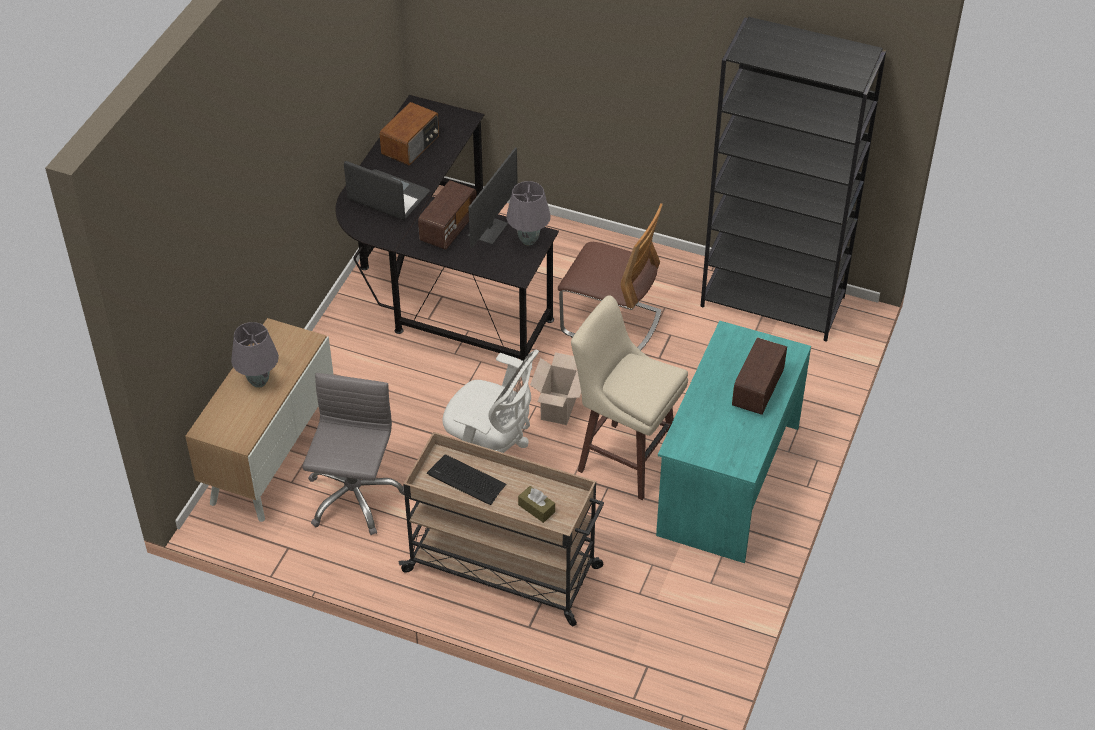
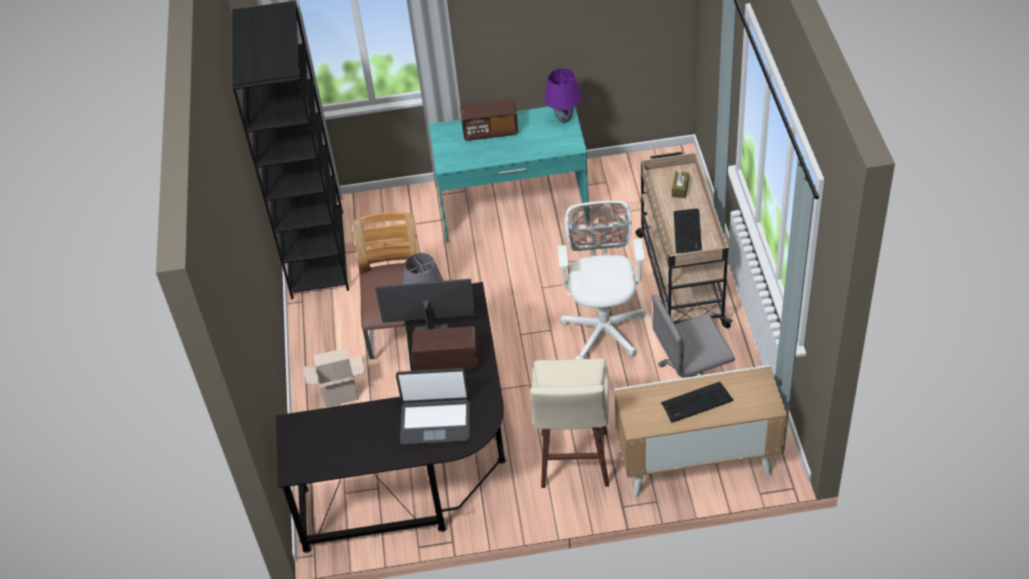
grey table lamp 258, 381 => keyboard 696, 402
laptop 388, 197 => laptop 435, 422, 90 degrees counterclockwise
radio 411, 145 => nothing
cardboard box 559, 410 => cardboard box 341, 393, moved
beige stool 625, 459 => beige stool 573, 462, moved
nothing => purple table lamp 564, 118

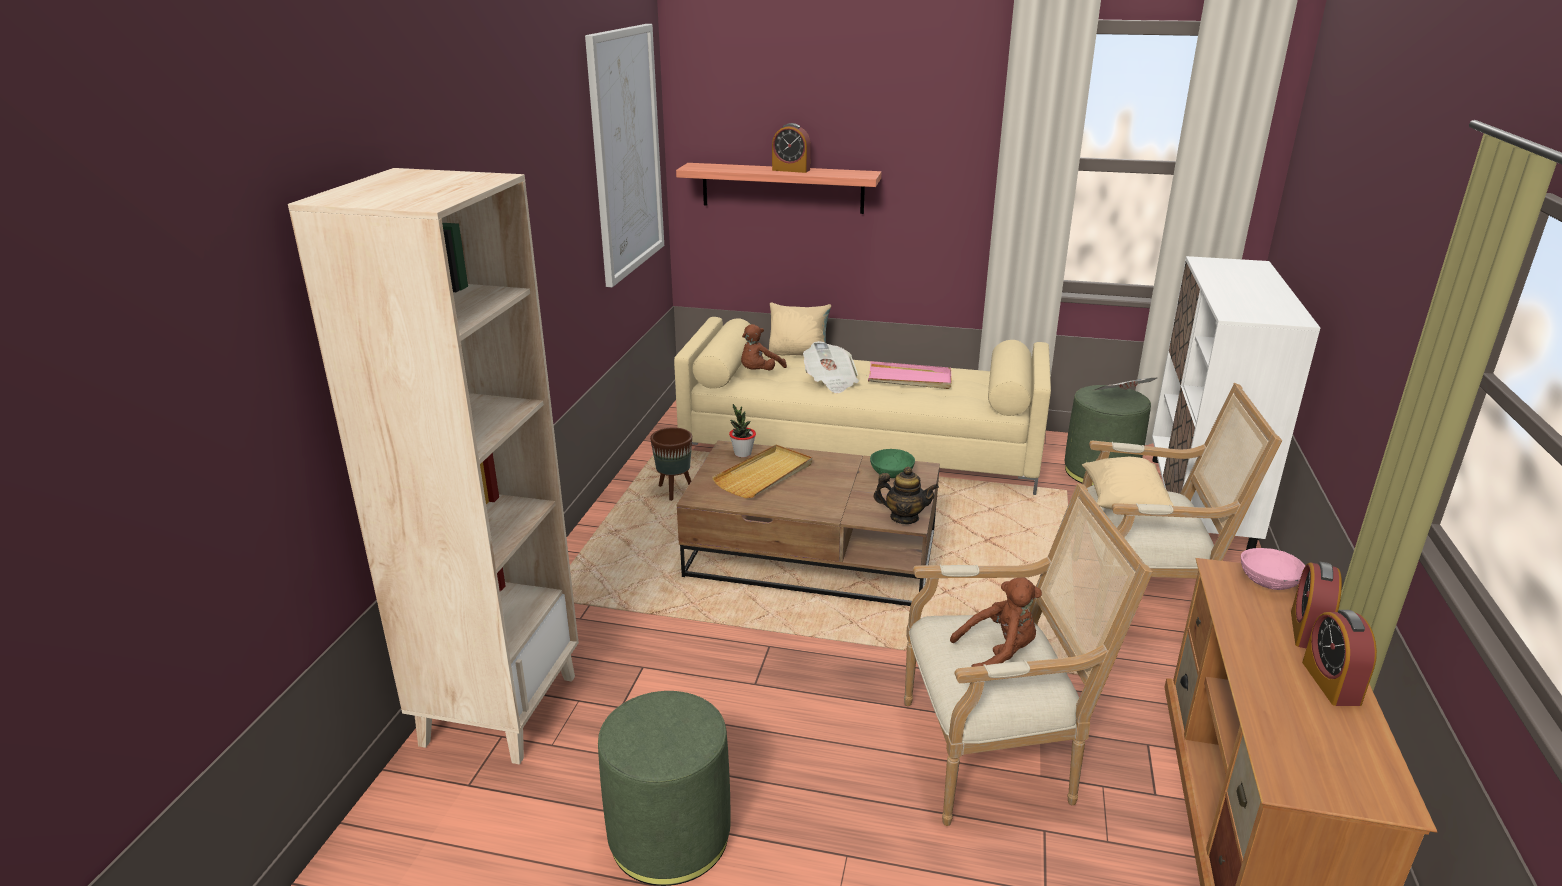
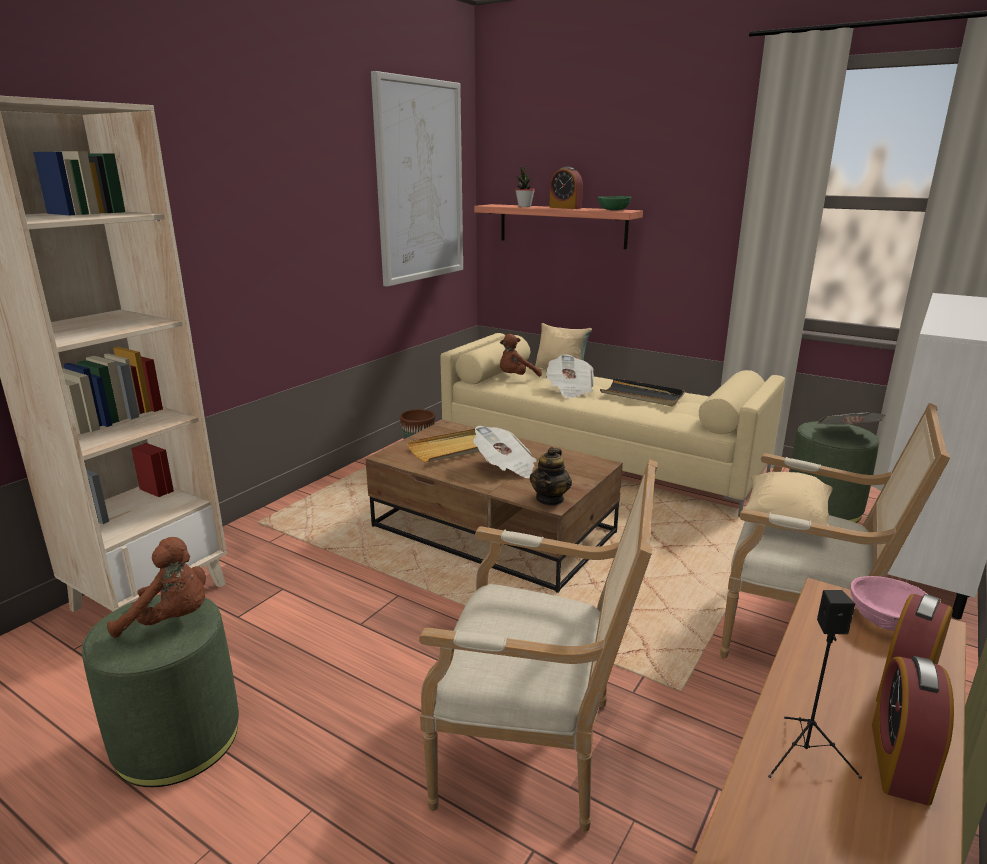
potted plant 742, 453 => potted plant 524, 206, moved
pink tray 909, 379 => black tray 642, 395
green bowl 891, 473 => green bowl 614, 210, moved
teapot 904, 518 => teapot 550, 499, 75 degrees clockwise
brown plush toy 998, 653 => brown plush toy 171, 620, moved
nothing => newspaper 505, 467
nothing => black speaker 805, 756

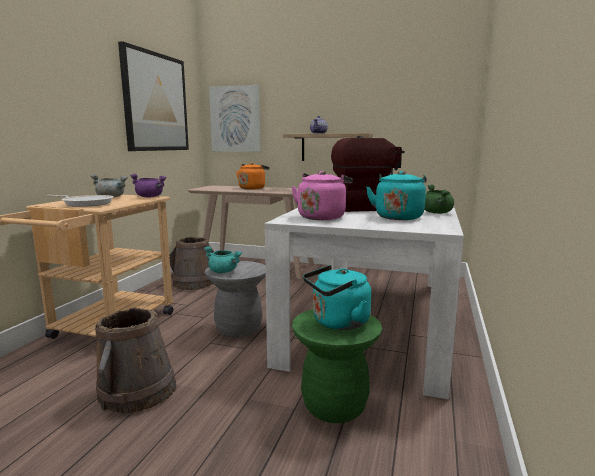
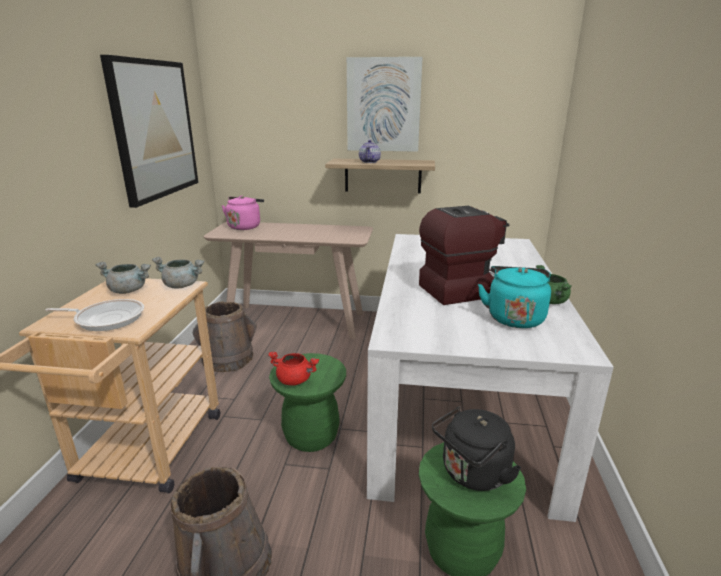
purple cooking pot 150, 197 => grey cooking pot 182, 285
turquoise cooking pot 224, 271 => red cooking pot 295, 380
grey stool 238, 329 => green stool 311, 436
picture 235, 119 => picture 383, 105, moved
orange kettle 252, 188 => nothing
pink kettle 322, 217 => pink kettle 245, 226, moved
turquoise kettle 337, 323 => black kettle 472, 474

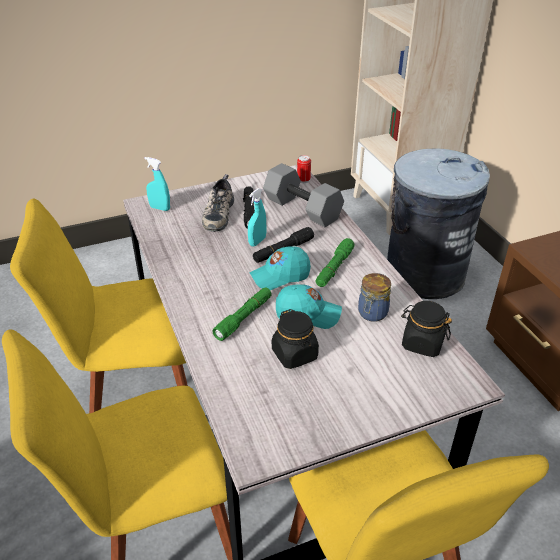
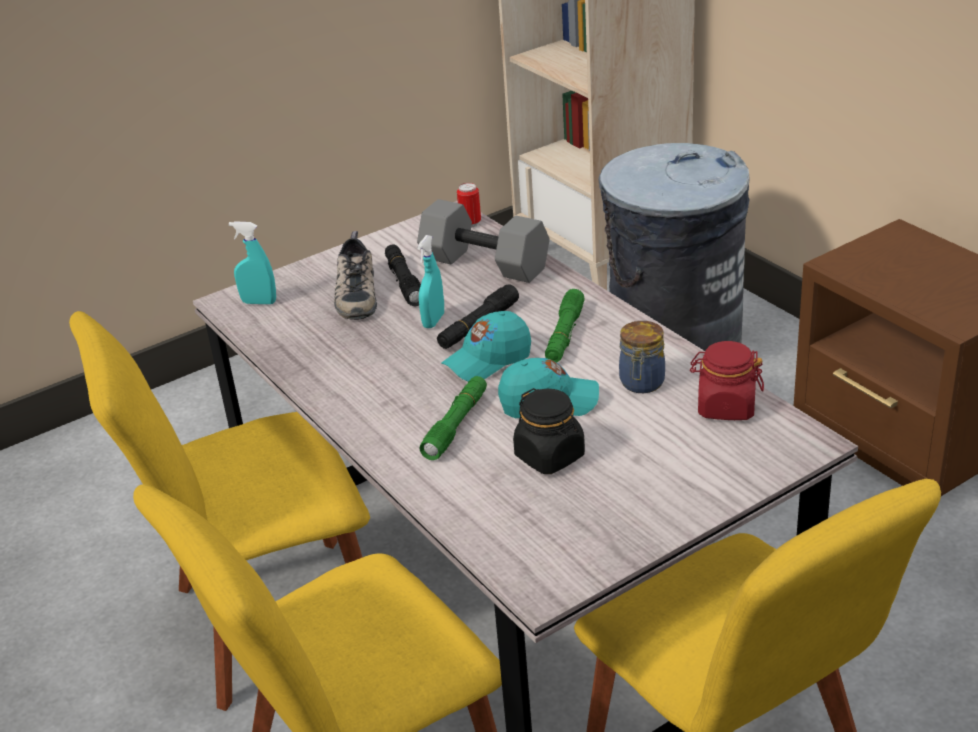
black jar 422, 343 => red jar 725, 407

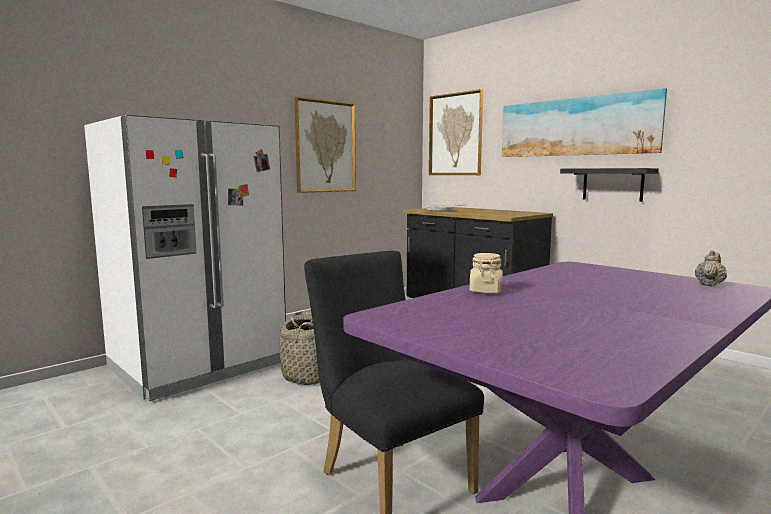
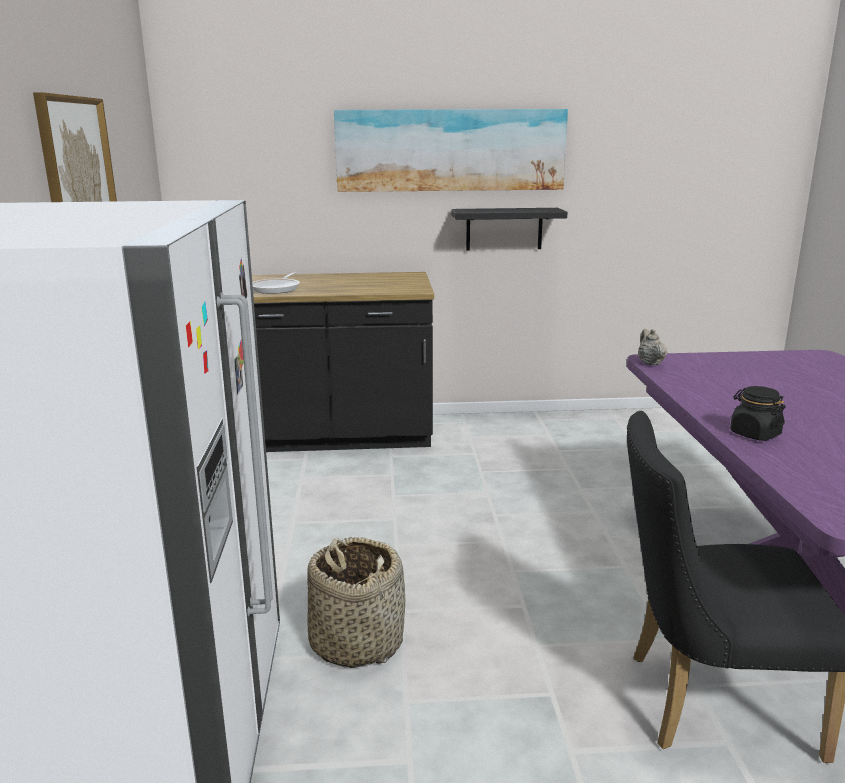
picture 455, 134 => nothing
beige jar 485, 291 => black jar 754, 434
beige teapot 709, 284 => beige teapot 650, 363, moved

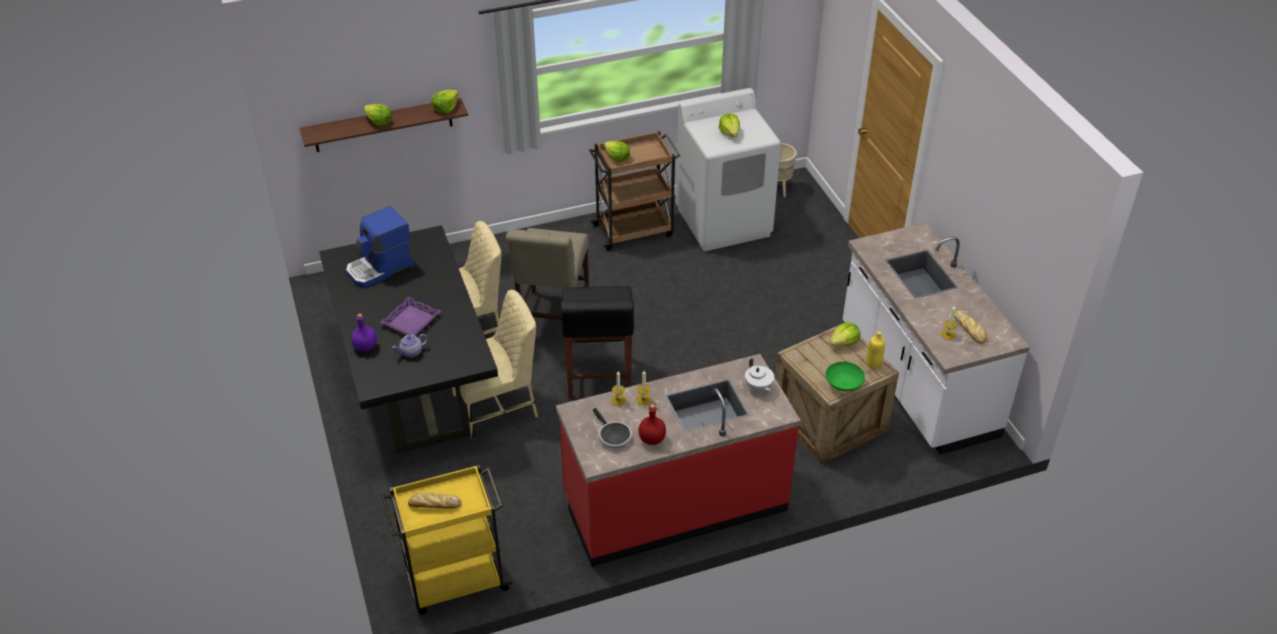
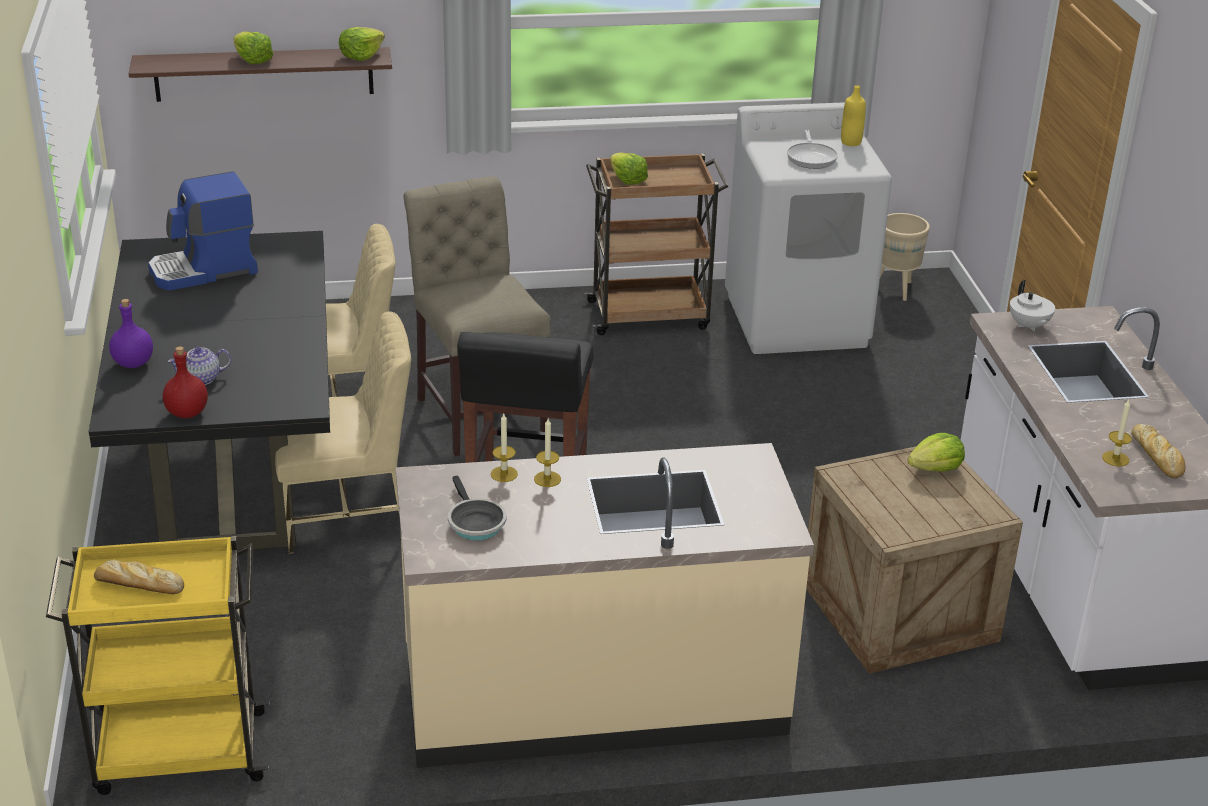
purple tray 411, 320 => nothing
beige chair 552, 320 => beige chair 479, 412, 135 degrees clockwise
red counter 674, 503 => beige counter 593, 694
red bottle 652, 439 => red bottle 188, 412, moved
lettuce 730, 133 => frying pan 811, 157
white teapot 758, 387 => white teapot 1028, 326, moved
green bowl 844, 385 => nothing
yellow bottle 873, 364 => yellow bottle 851, 142, moved

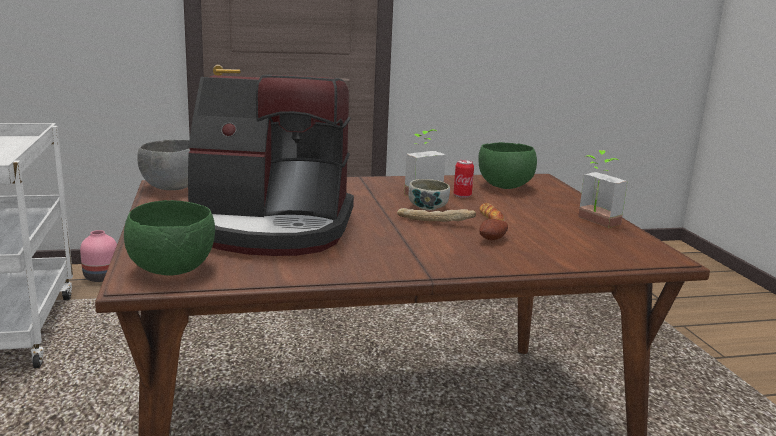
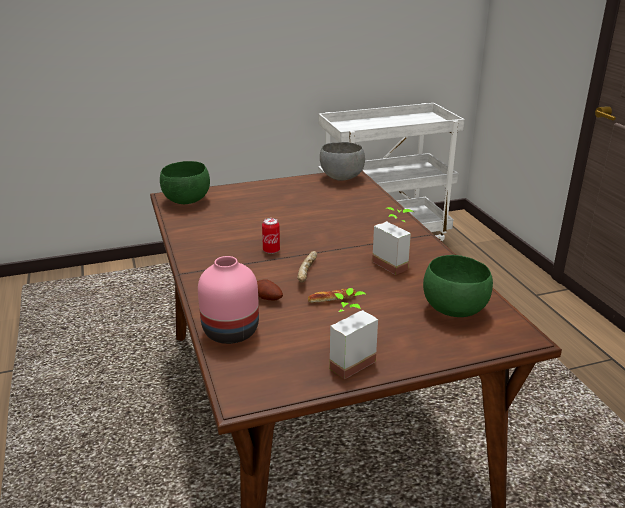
pink vase 102, 277 => pink vase 230, 332, moved
coffee machine 270, 228 => nothing
bowl 428, 207 => nothing
can 462, 195 => can 271, 250, moved

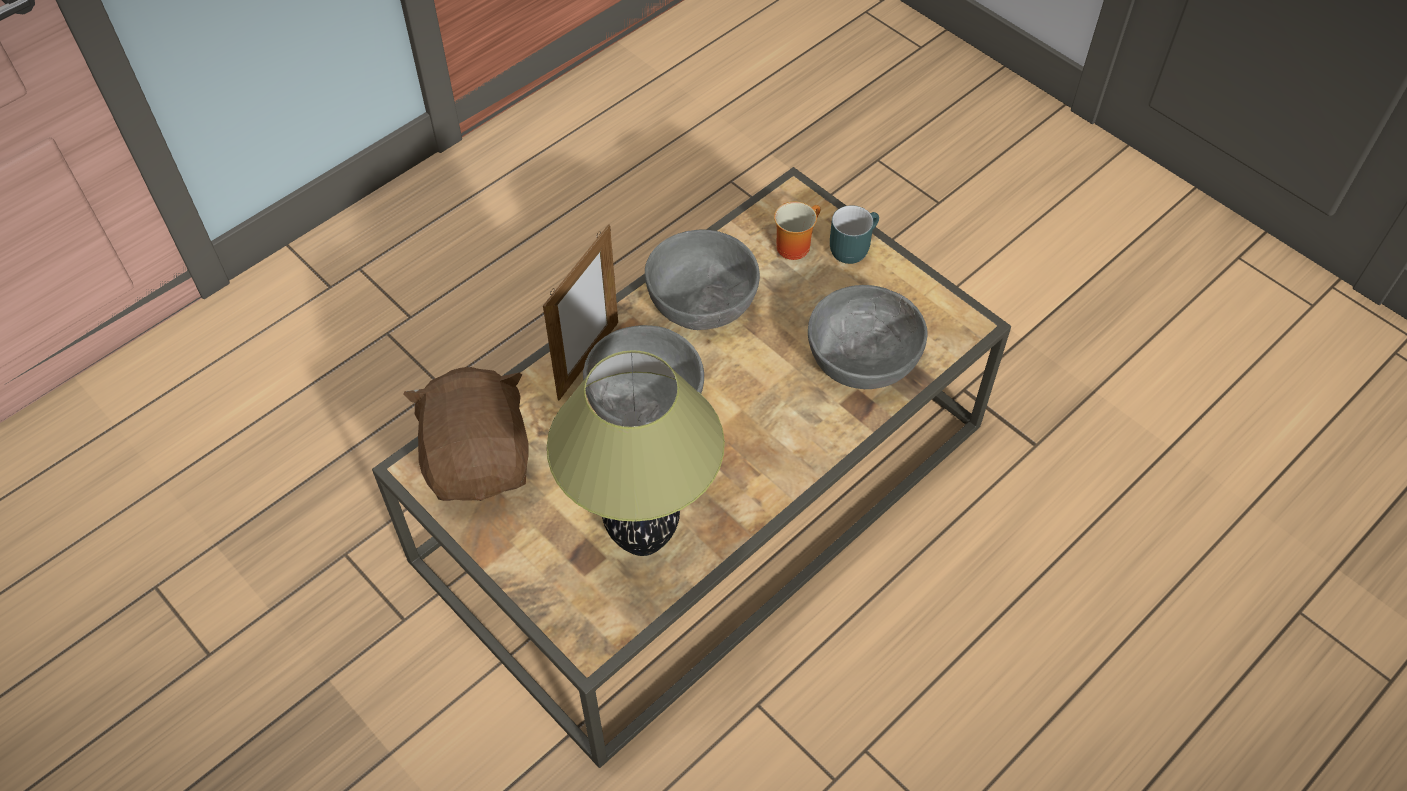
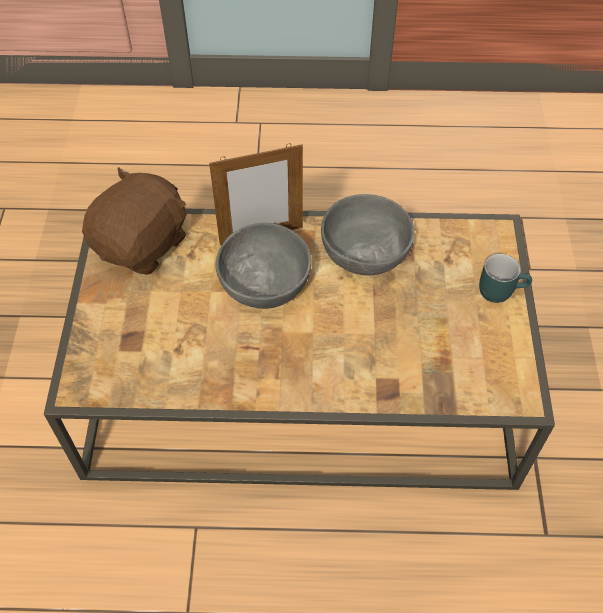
table lamp 642, 537 => nothing
mug 794, 243 => nothing
grey bowl 862, 358 => nothing

